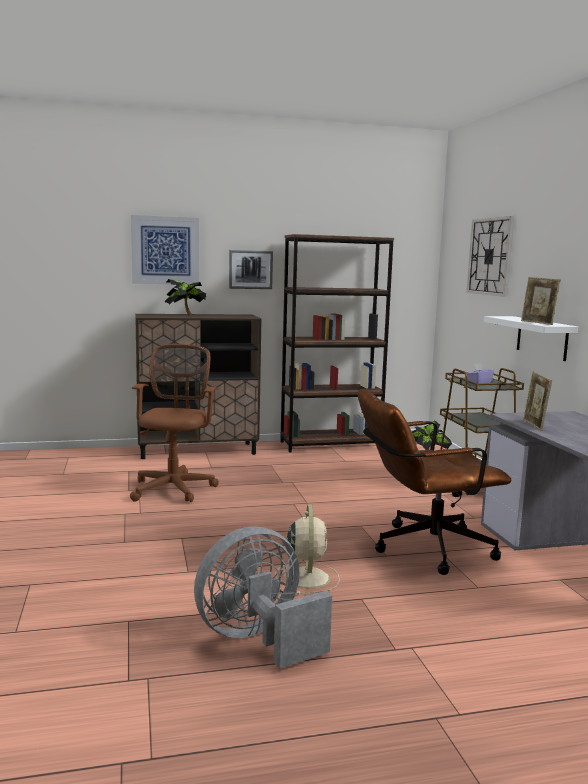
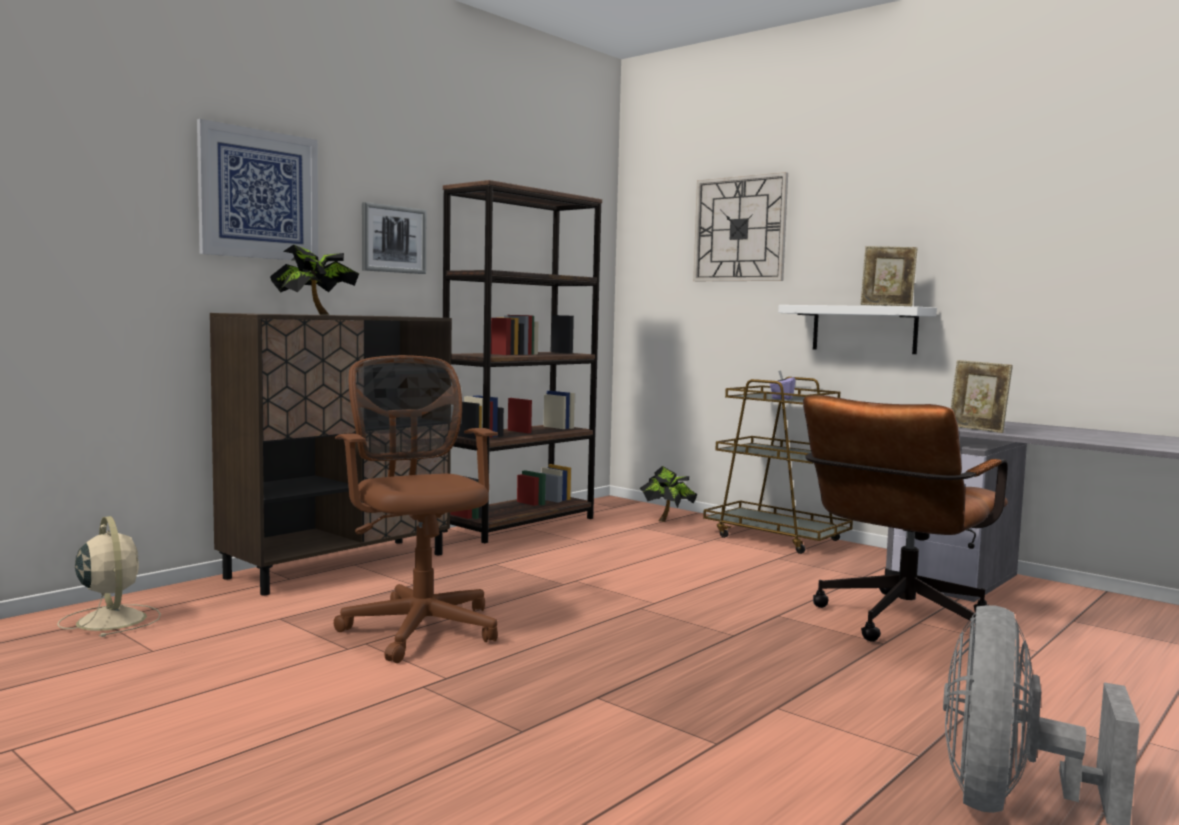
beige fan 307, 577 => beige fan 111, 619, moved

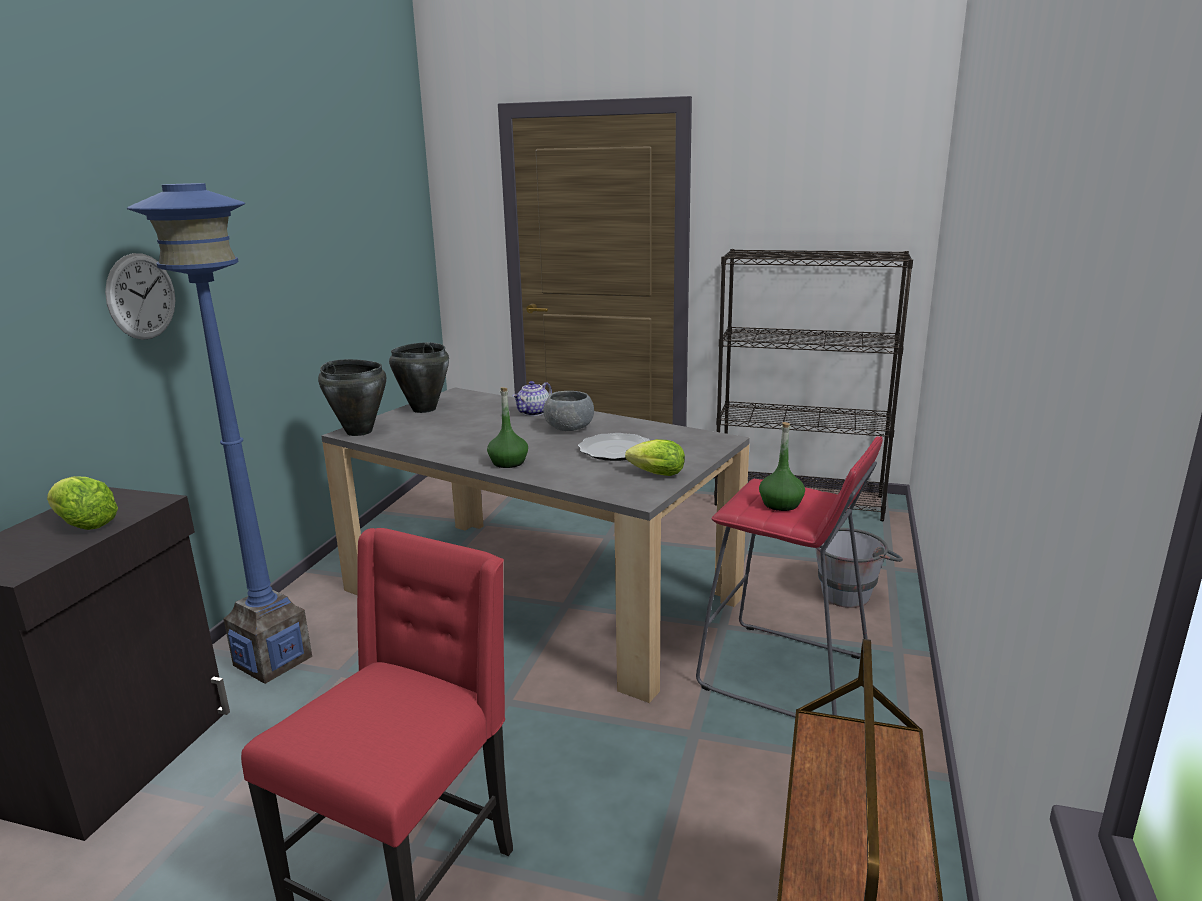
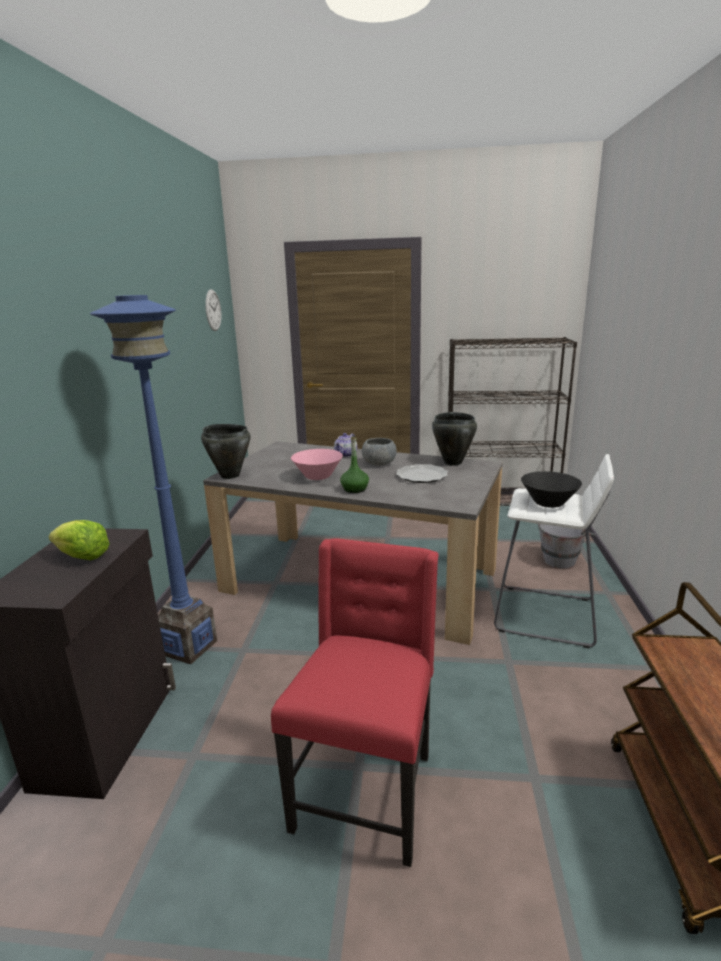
wall clock 141, 296 => wall clock 213, 310, moved
black cooking pot 423, 409 => black cooking pot 452, 462, moved
lettuce 654, 474 => nothing
red stool 784, 674 => white stool 546, 615
green bottle 781, 504 => black bowl 549, 503
nothing => pink bowl 318, 476

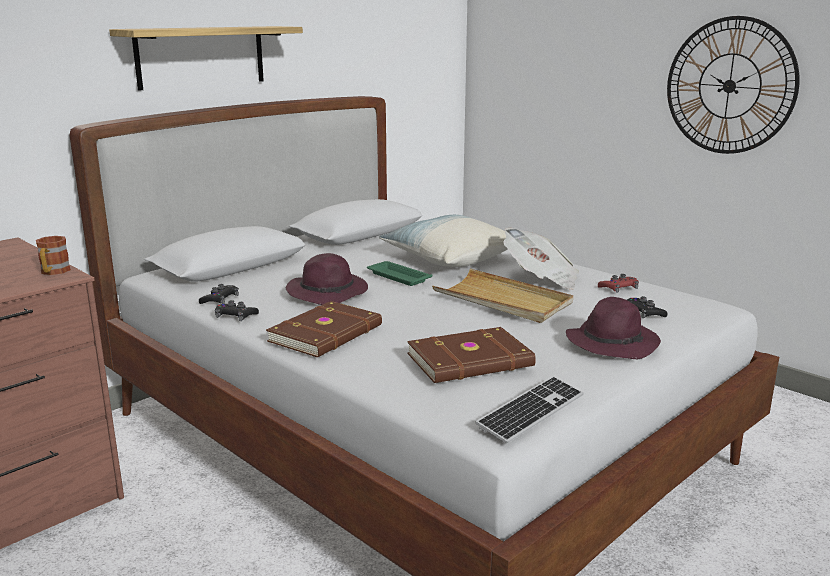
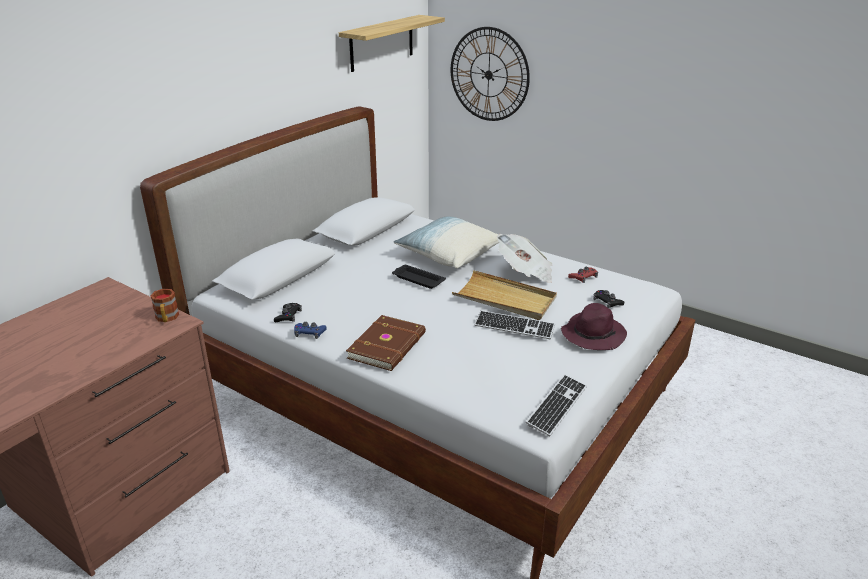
shelf 201, 56 => shelf 382, 43, moved
black game controller 236, 316 => blue game controller 309, 333
purple hat 329, 293 => nothing
green tray 397, 277 => black tray 417, 279
brown book 471, 361 => nothing
wall clock 729, 86 => wall clock 489, 75, moved
nothing => keyboard 514, 327

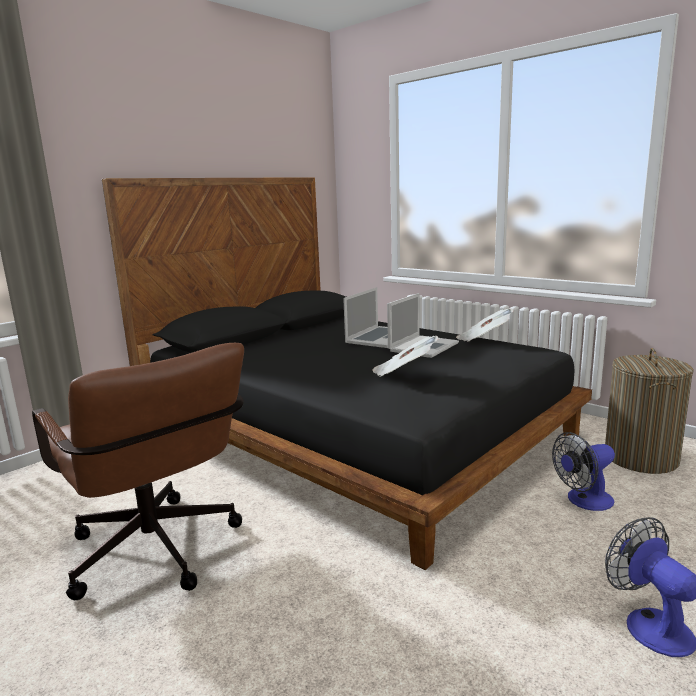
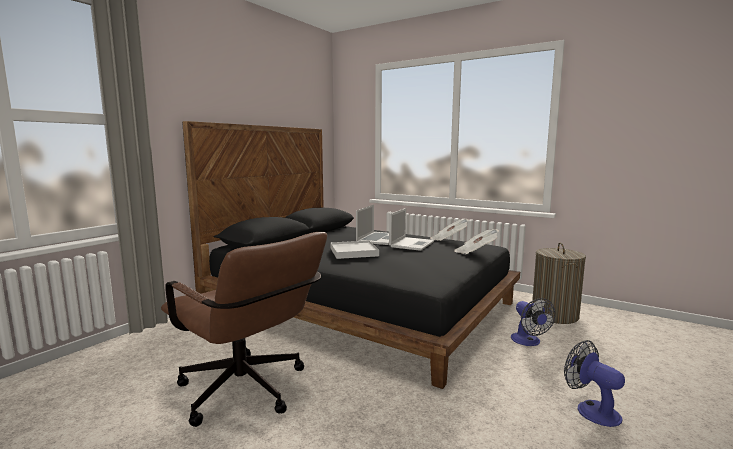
newspaper 403, 373 => newspaper 475, 252, moved
fan 583, 501 => fan 528, 342, 75 degrees counterclockwise
nothing => white tray 353, 252

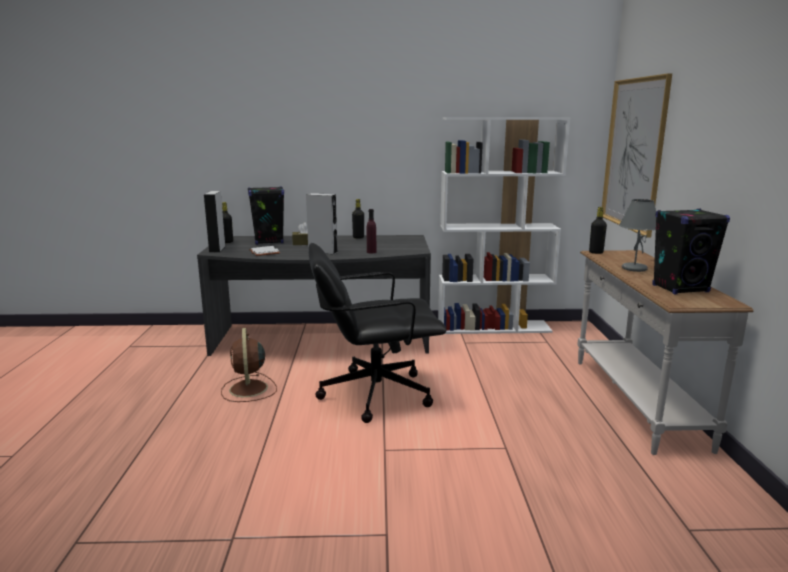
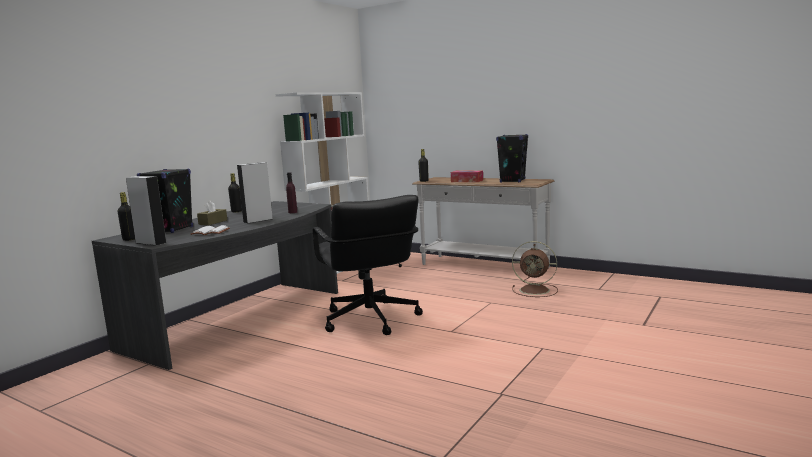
brown fan 248, 389 => brown fan 536, 290, moved
black office chair 374, 393 => black office chair 370, 320, 45 degrees counterclockwise
picture 633, 154 => nothing
grey table lamp 633, 268 => tissue box 467, 181

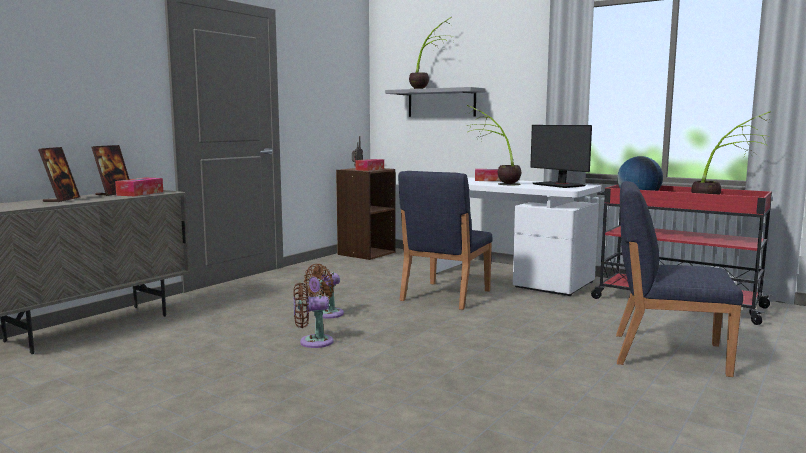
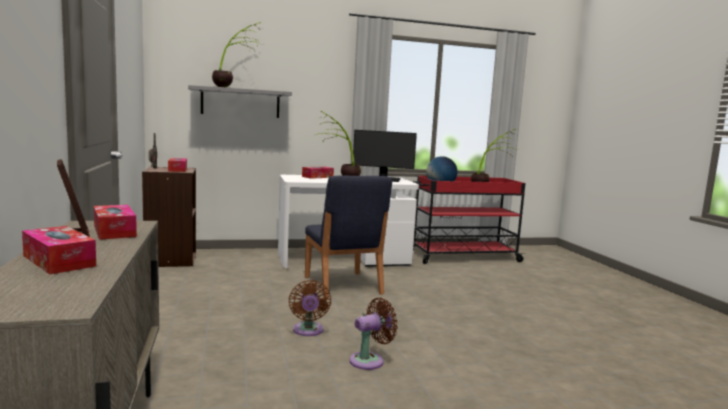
picture frame 61, 200 => tissue box 59, 261
brown fan 312, 342 => brown fan 370, 360, 150 degrees counterclockwise
blue chair 667, 353 => nothing

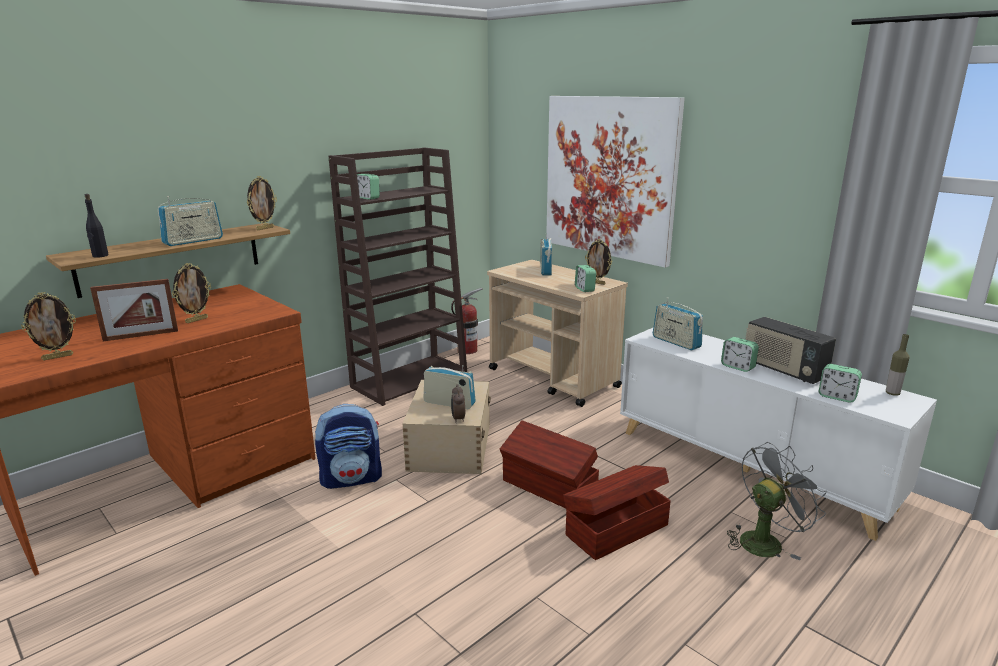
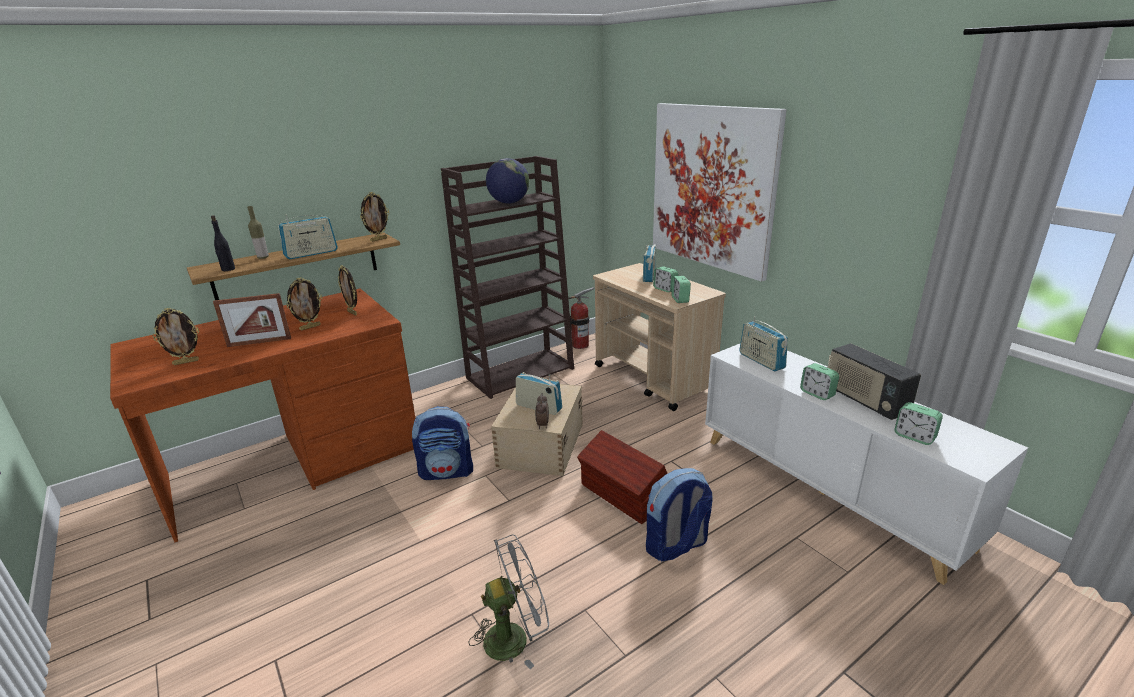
alarm clock 367, 198 => alarm clock 665, 289, moved
brown storage box 615, 529 => backpack 676, 546
picture frame 597, 283 => picture frame 353, 313, moved
grey fan 765, 540 => grey fan 515, 636, moved
bottle 892, 393 => bottle 263, 257, moved
nothing => globe 509, 203

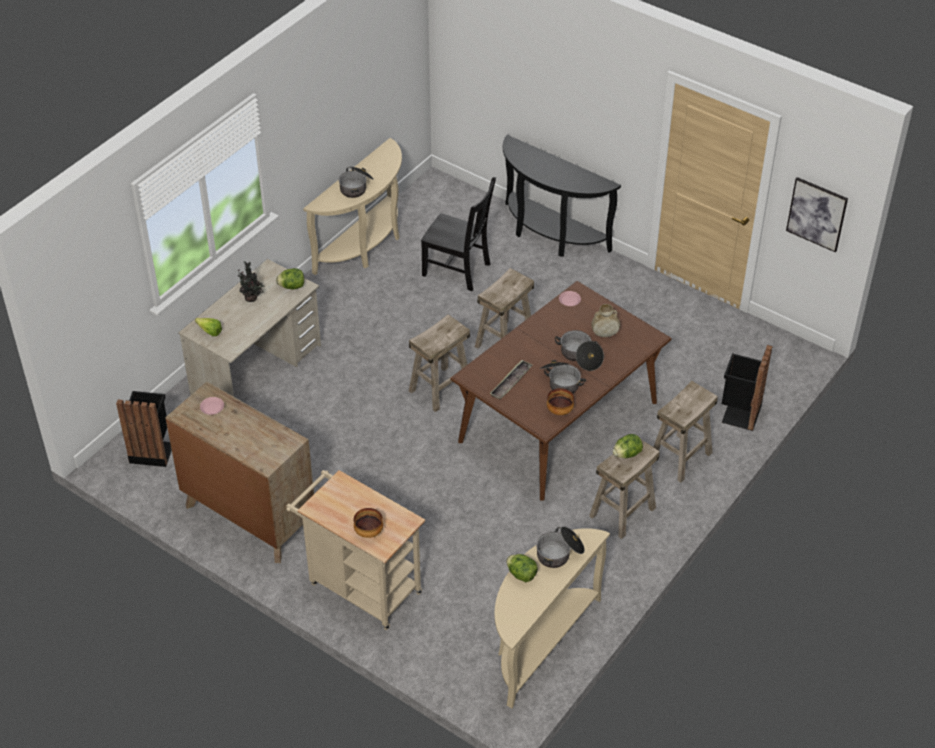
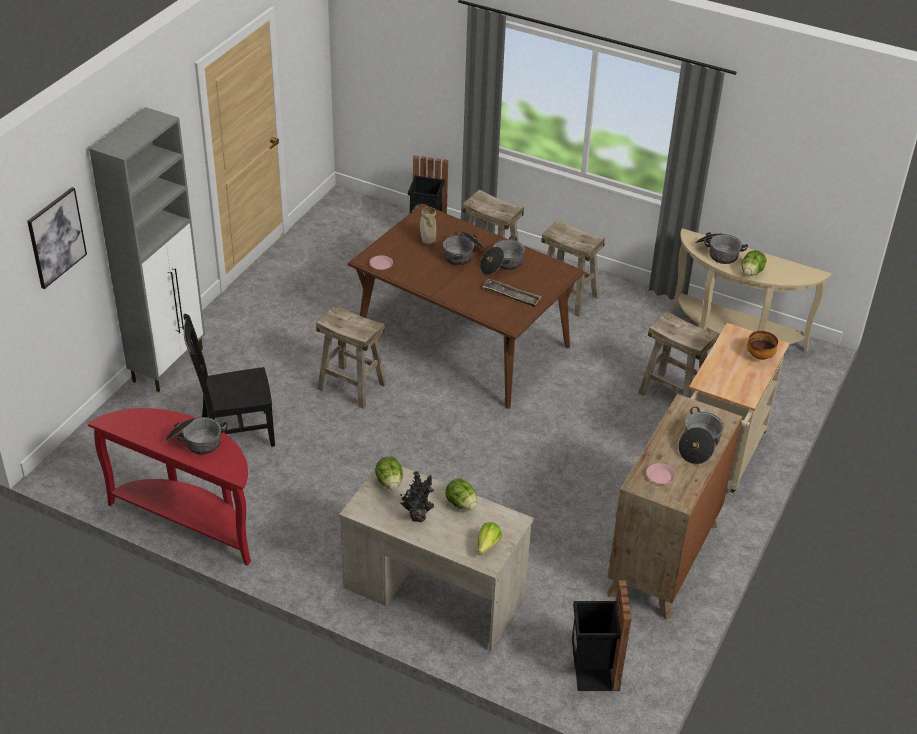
beige console table 366, 245 => red console table 190, 520
beige stool 440, 388 => beige stool 672, 394, moved
black chair 458, 270 => black chair 235, 432, 120 degrees counterclockwise
black console table 549, 235 => grey cabinet 169, 364
bowl 559, 411 => nothing
lettuce 627, 454 => lettuce 461, 504, moved
picture 817, 214 => picture 56, 237, moved
nothing => cooking pot 699, 445

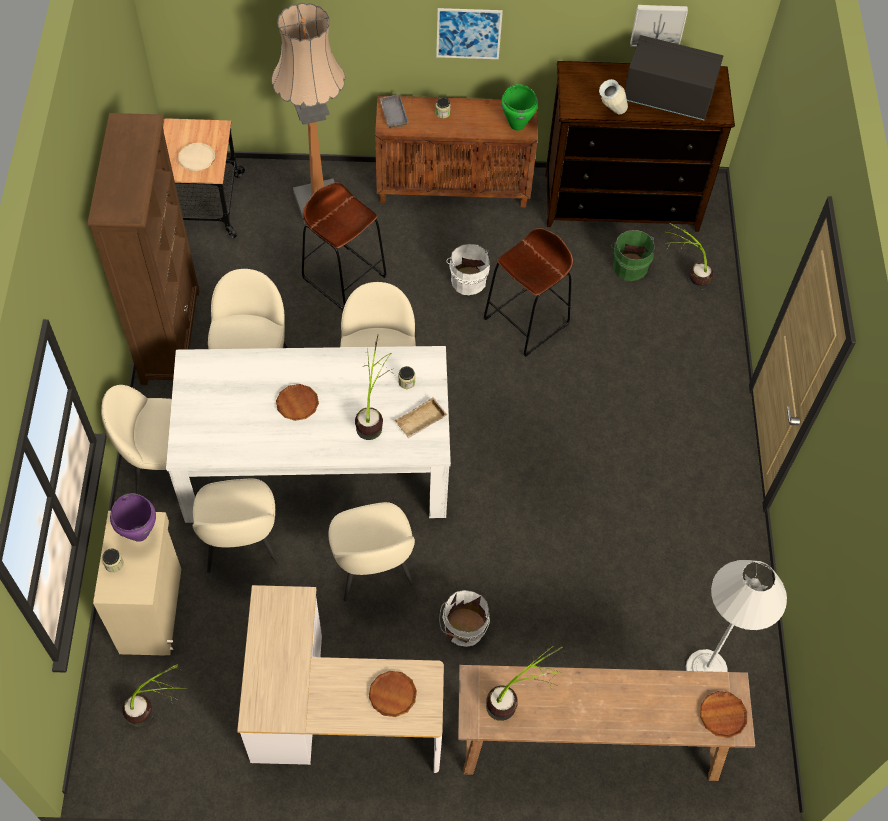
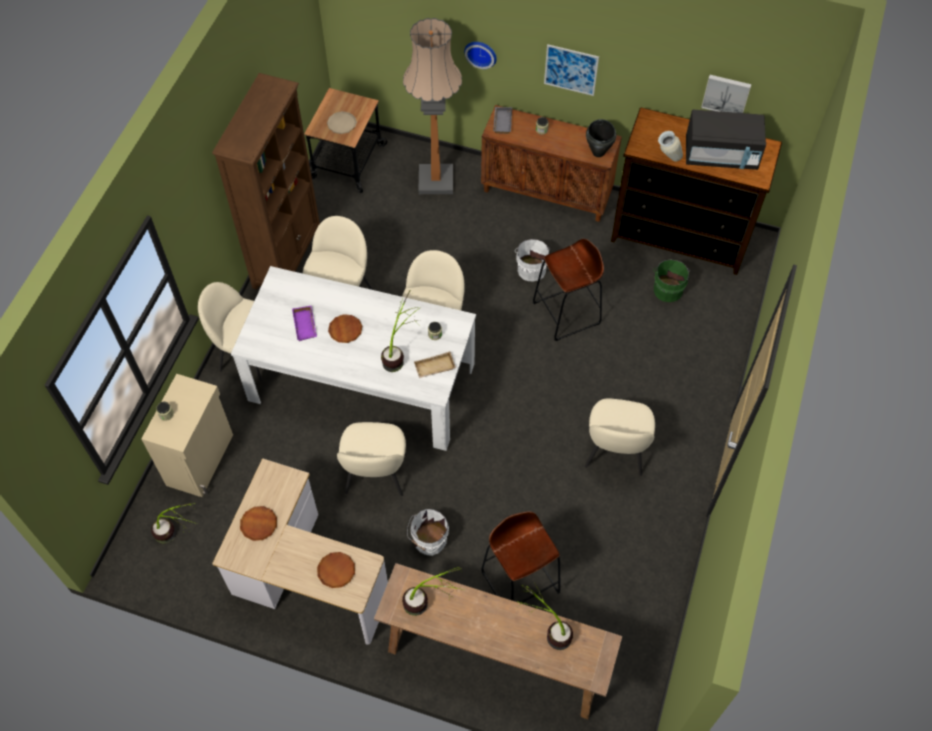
purple cooking pot 139, 534 => nothing
beige chair 241, 544 => beige chair 615, 453, moved
brown stool 344, 277 => brown stool 520, 581, moved
green cooking pot 517, 125 => black cooking pot 598, 152
black microwave 667, 96 => black microwave 721, 155, 150 degrees clockwise
potted plant 685, 277 => potted plant 546, 629, moved
white floor lamp 706, 669 => nothing
brown plate 722, 715 => brown plate 259, 524, moved
nothing => purple tray 306, 325
nothing => wall clock 481, 53

